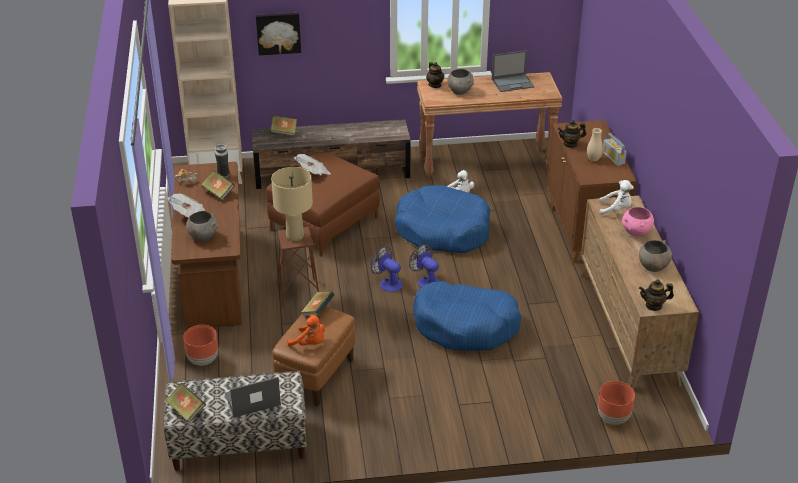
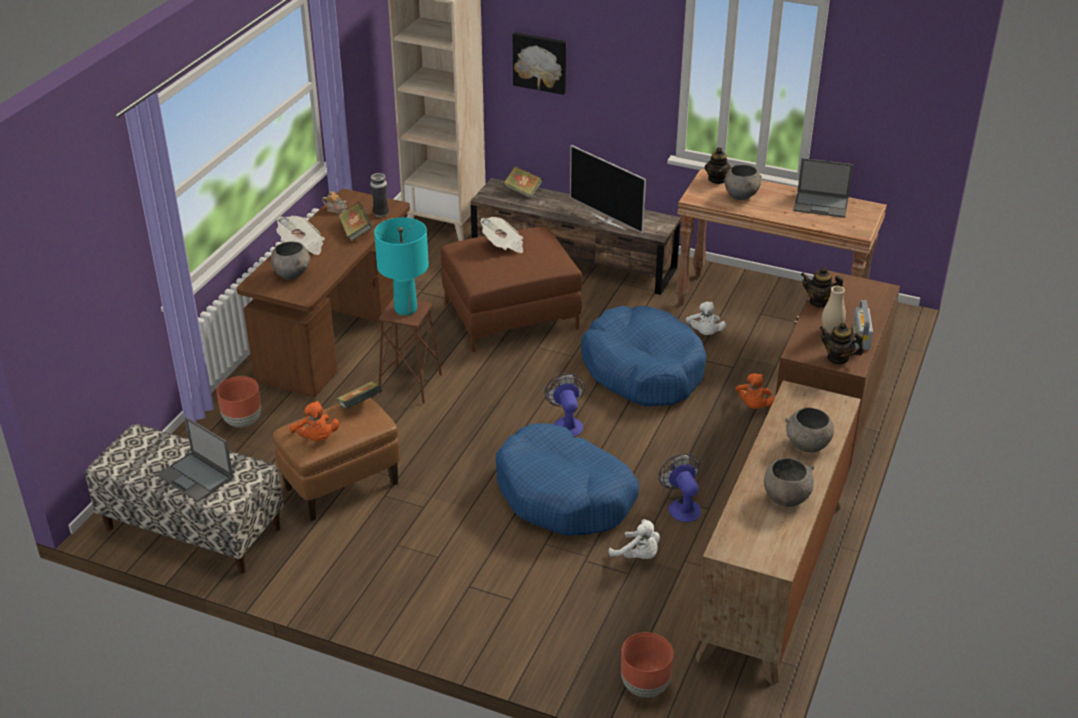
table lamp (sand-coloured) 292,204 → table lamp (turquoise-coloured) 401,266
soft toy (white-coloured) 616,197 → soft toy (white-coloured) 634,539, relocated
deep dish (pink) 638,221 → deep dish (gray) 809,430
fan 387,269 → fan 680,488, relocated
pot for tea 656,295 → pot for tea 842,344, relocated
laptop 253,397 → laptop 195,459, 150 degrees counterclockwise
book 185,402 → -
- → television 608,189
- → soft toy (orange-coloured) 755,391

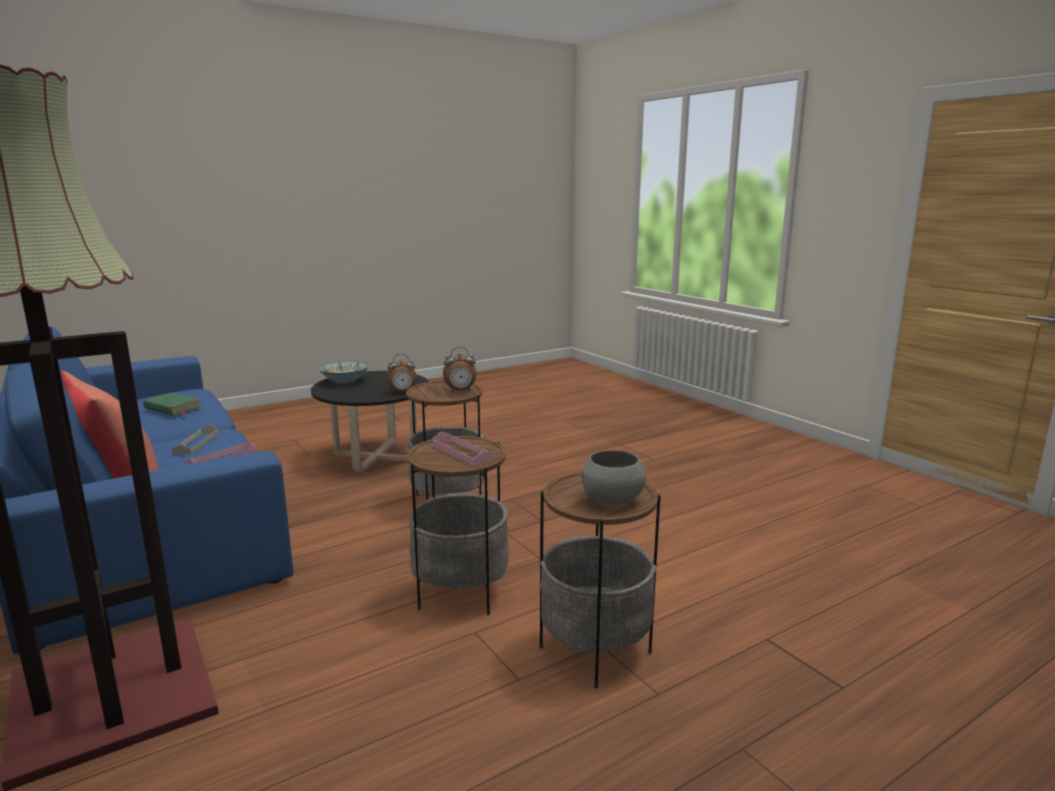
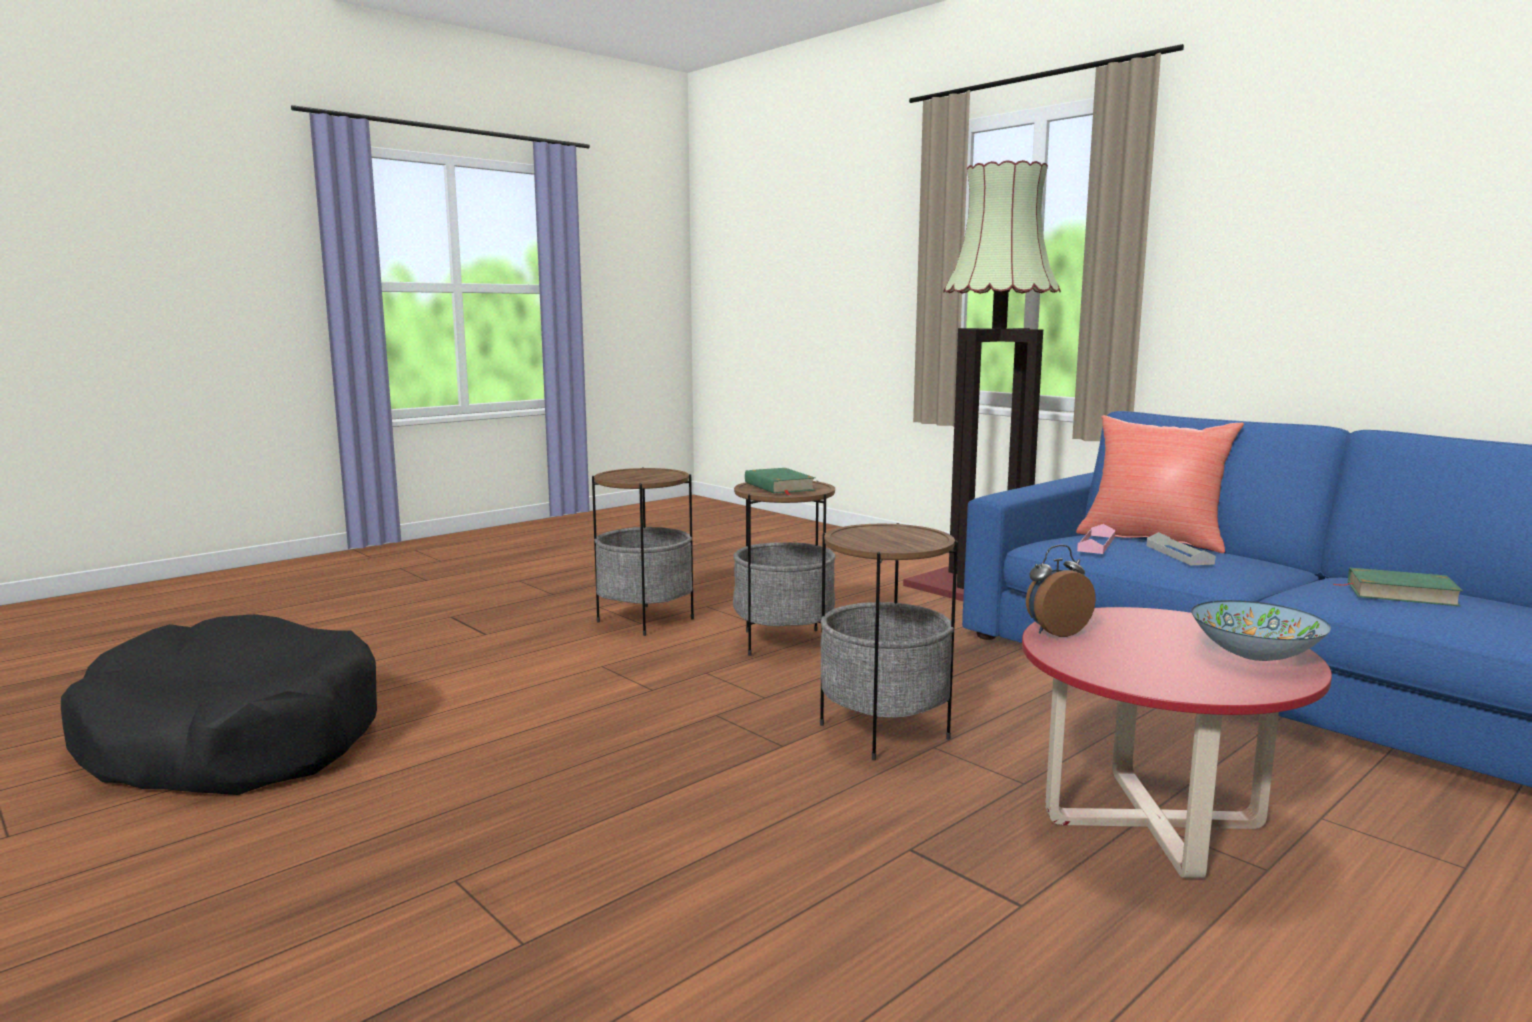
alarm clock 460,369 → -
coffee table (blackish) 370,422 → coffee table (red-coloured) 1177,742
tray (pink) 462,448 → book (green) 780,481
deep dish (gray) 613,477 → -
- → dog cushion (blackish) 219,704

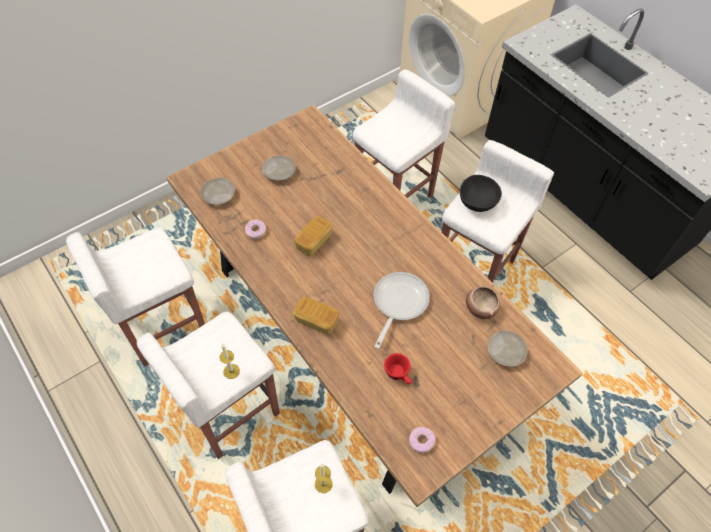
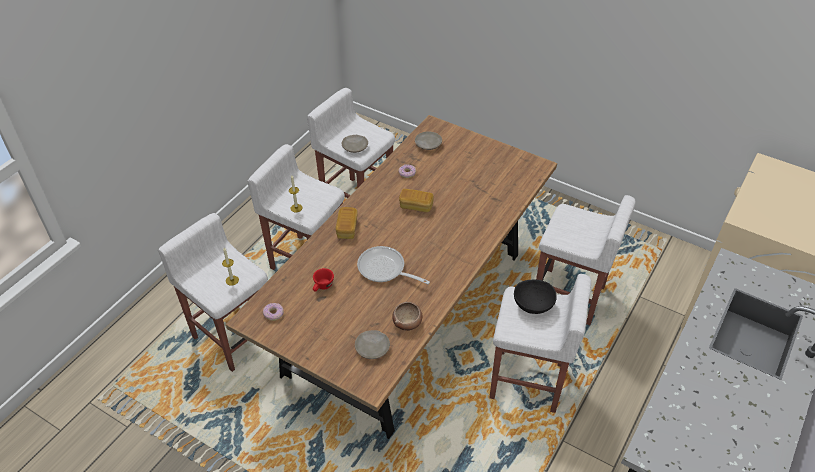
dinner plate (sand-coloured) 279,168 → dinner plate (sand-coloured) 354,144, relocated
pan 402,310 → pan 393,265, 150 degrees counterclockwise

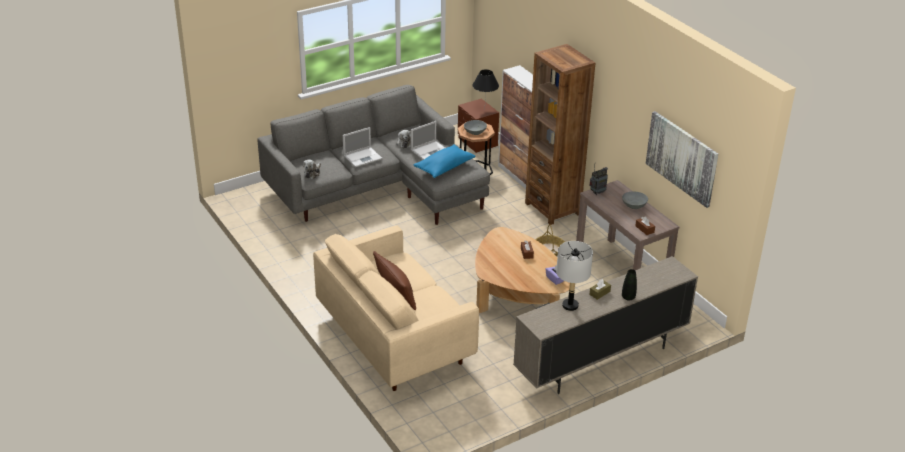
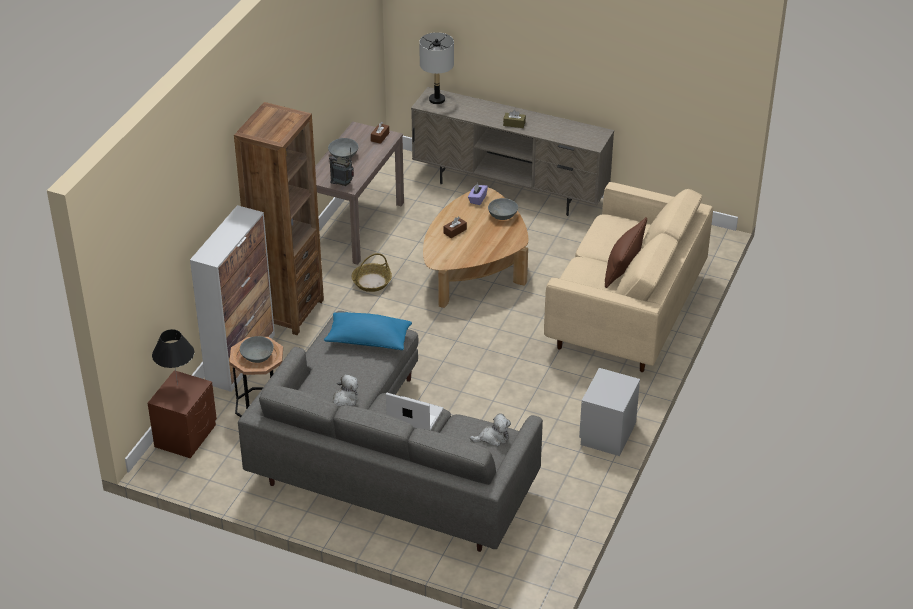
picture 682,159 → -
laptop 428,140 → -
table lamp (gray) 574,276 → table lamp (gray) 436,68, relocated
flower vase (blackish) 629,284 → -
- → deep dish (gray) 503,209
- → bedside table (gray) 609,412

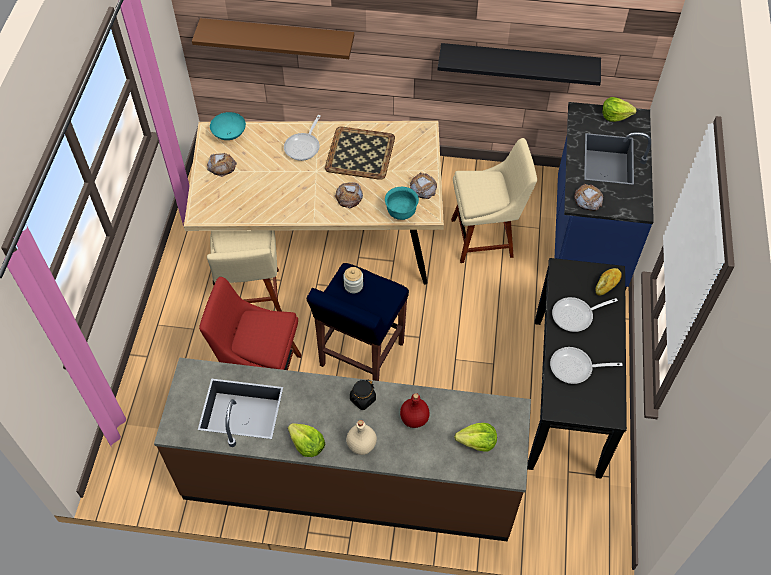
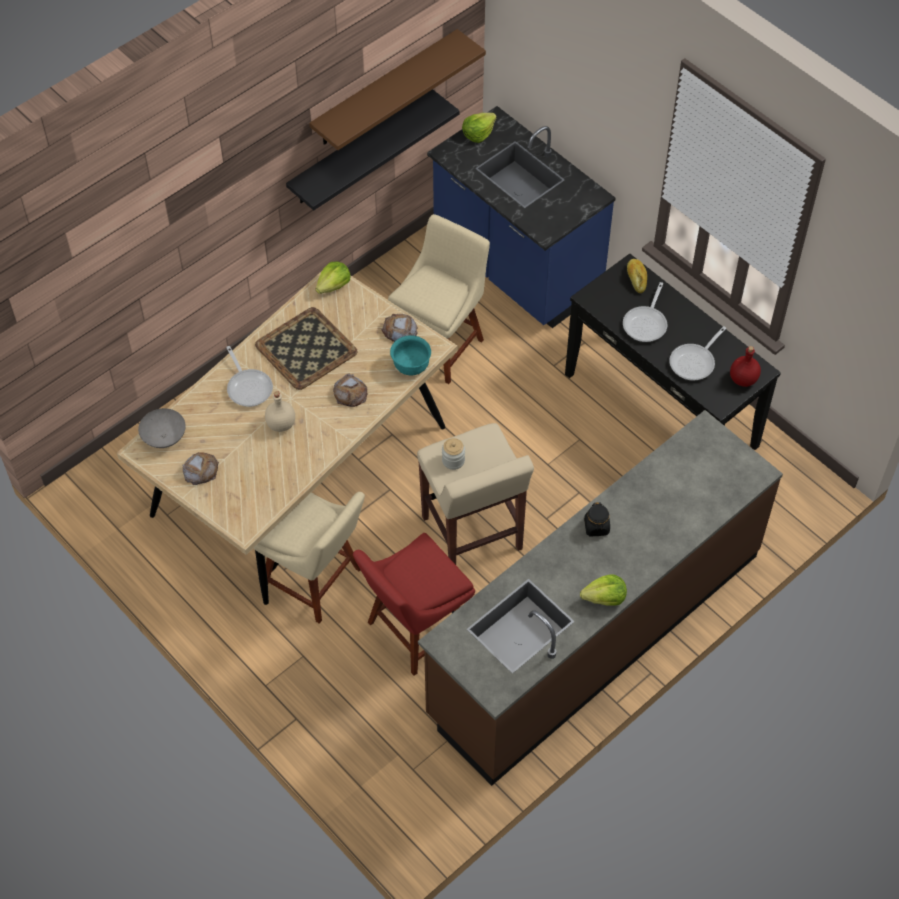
bracket shelf (brown-coloured) 273,38 → bracket shelf (brown-coloured) 397,89, relocated
deep dish (turquoise-coloured) 228,126 → deep dish (gray) 162,428
bread 588,197 → -
stool seat (blue-coloured) 358,322 → stool seat (sand-coloured) 475,494
bottle (red-coloured) 415,410 → bottle (red-coloured) 745,366, relocated
bottle (sand-coloured) 361,437 → bottle (sand-coloured) 280,411, relocated
head of lettuce 476,437 → head of lettuce 333,277, relocated

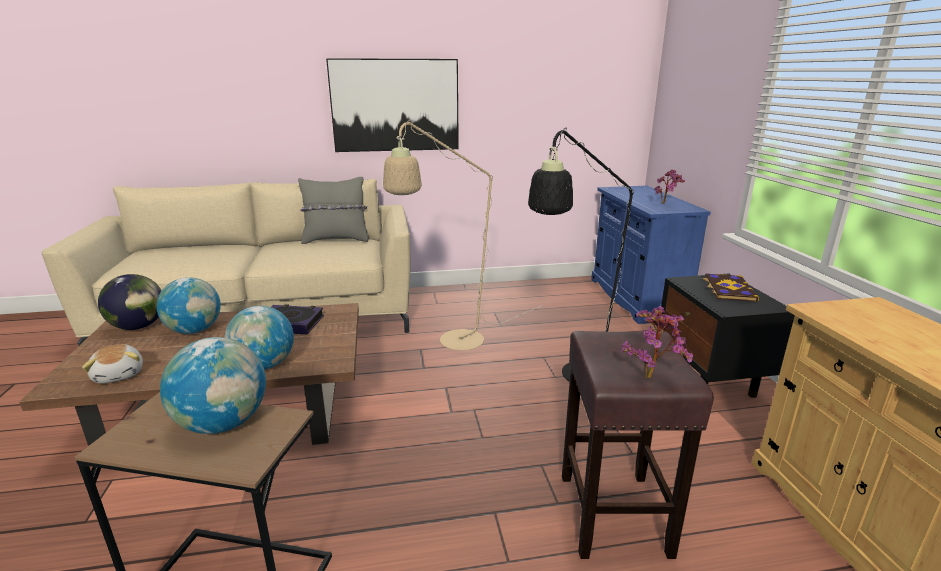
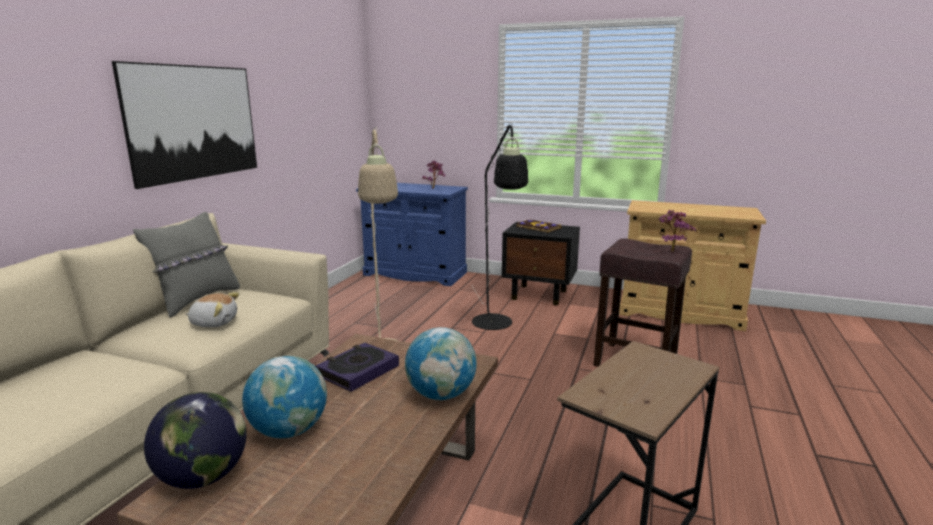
globe 213,385 → -
soft toy 112,364 → soft toy 213,310, relocated

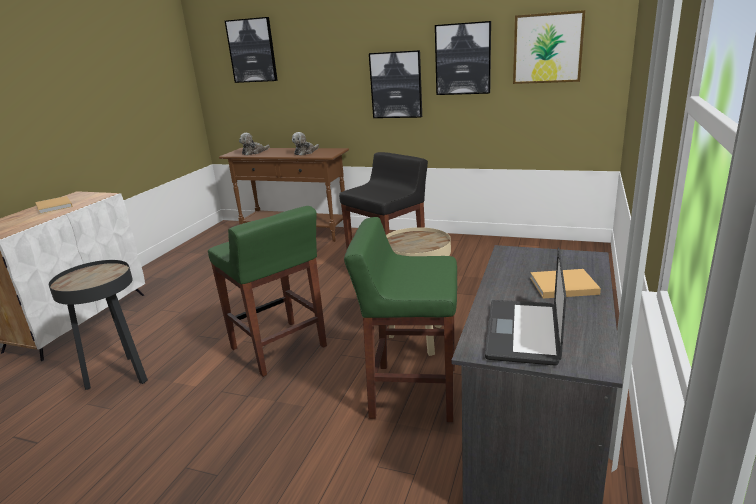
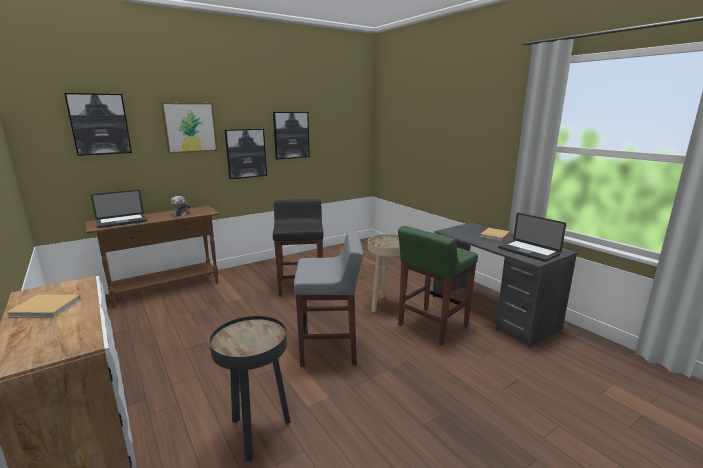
picture 549,47 → picture 189,128, relocated
soft toy 254,144 → laptop 119,209
stool seat (green) 267,291 → stool seat (gray) 328,299

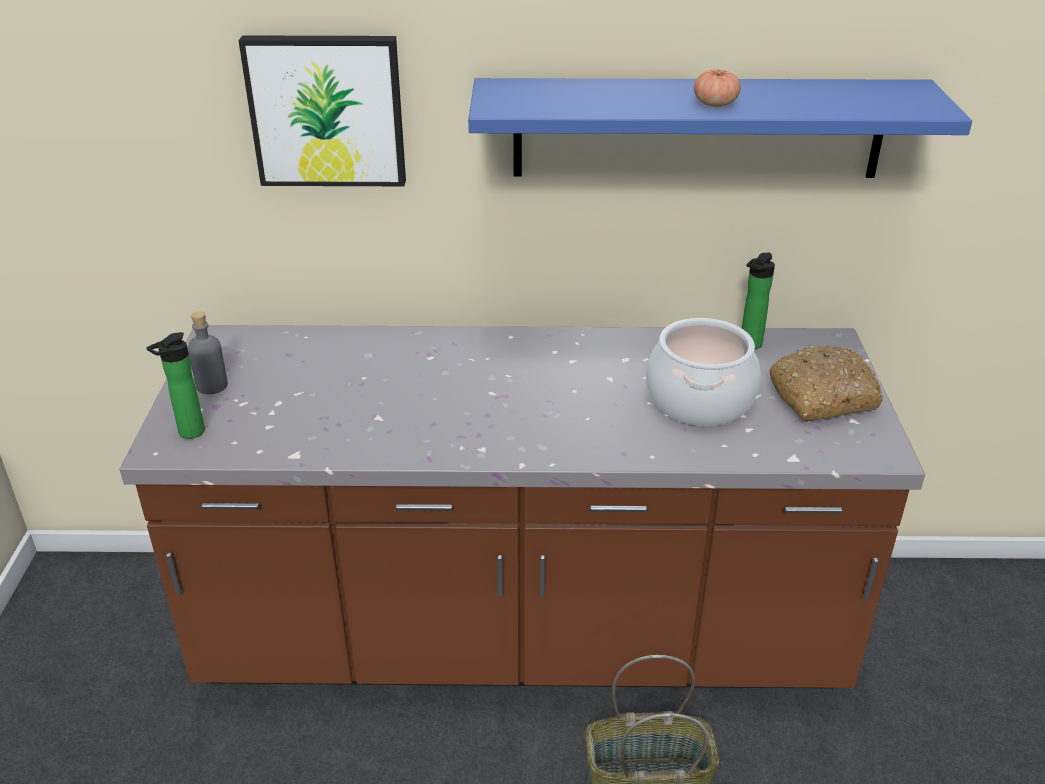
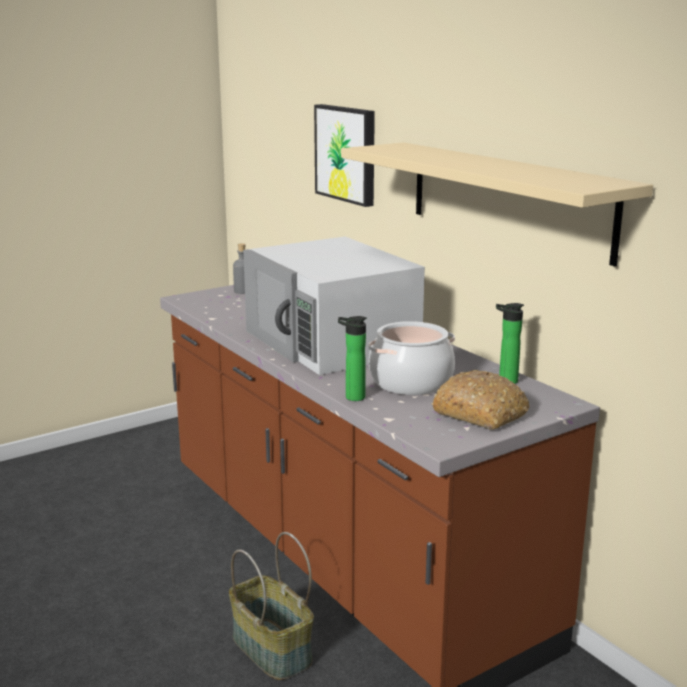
whole tomato 717,88 → -
bracket shelf (blue-coloured) 720,128 → bracket shelf (sand-coloured) 497,204
bottle 175,385 → bottle 352,358, relocated
- → microwave (white-coloured) 334,306

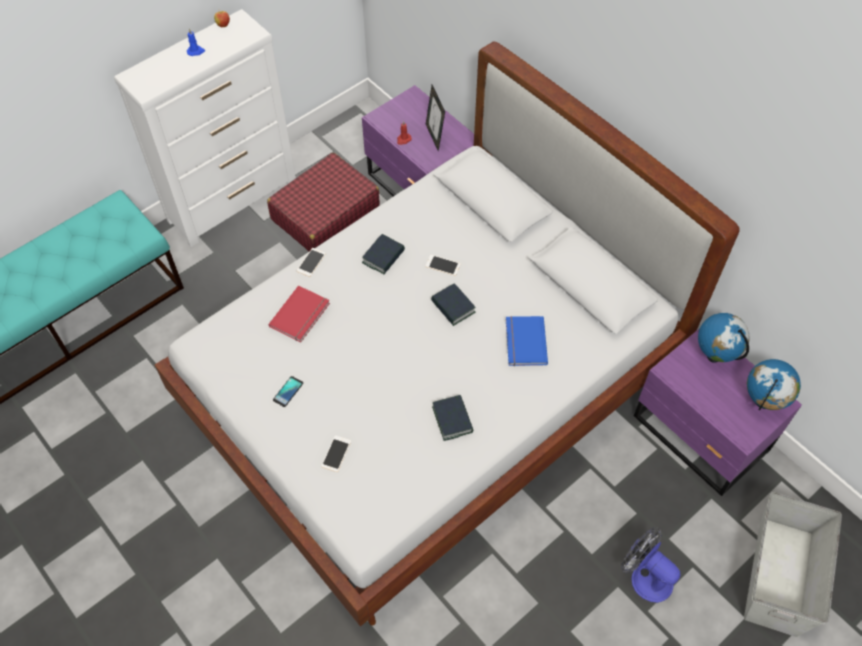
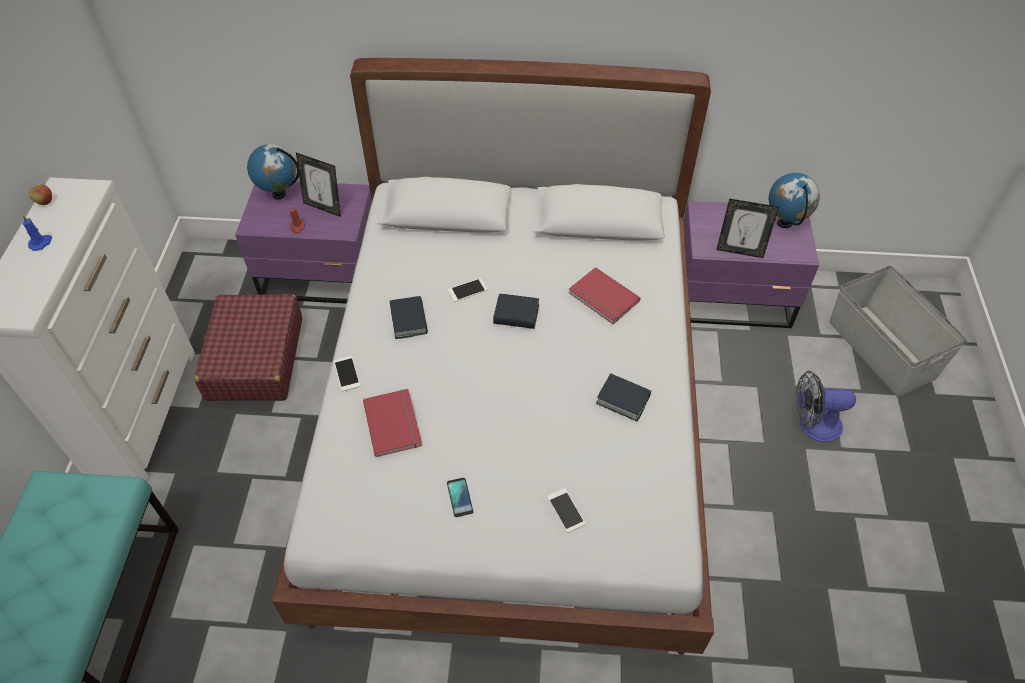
globe 724,338 → globe 273,172, relocated
book (blue-coloured) 527,341 → book (red-coloured) 604,295
- → picture frame 747,228

